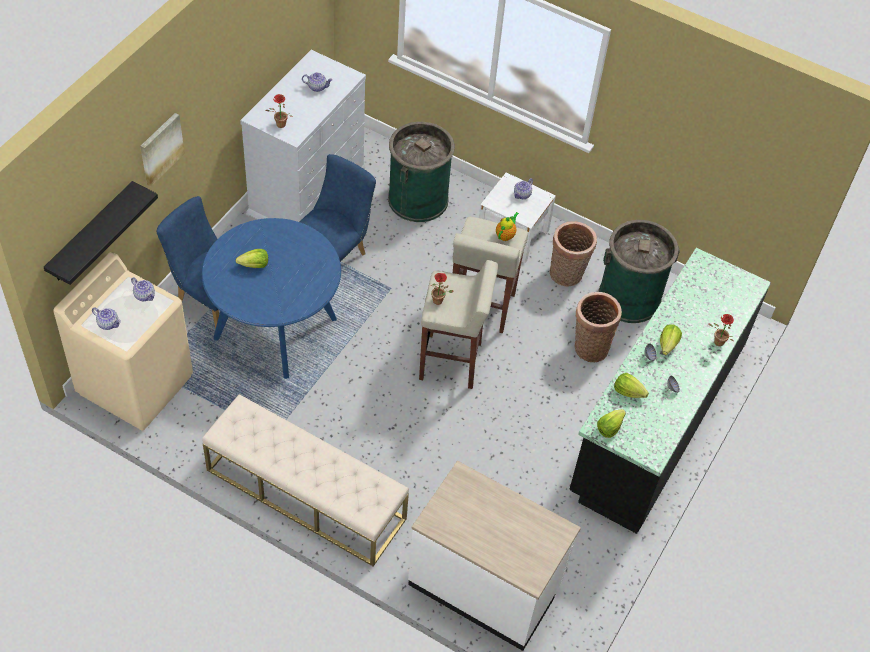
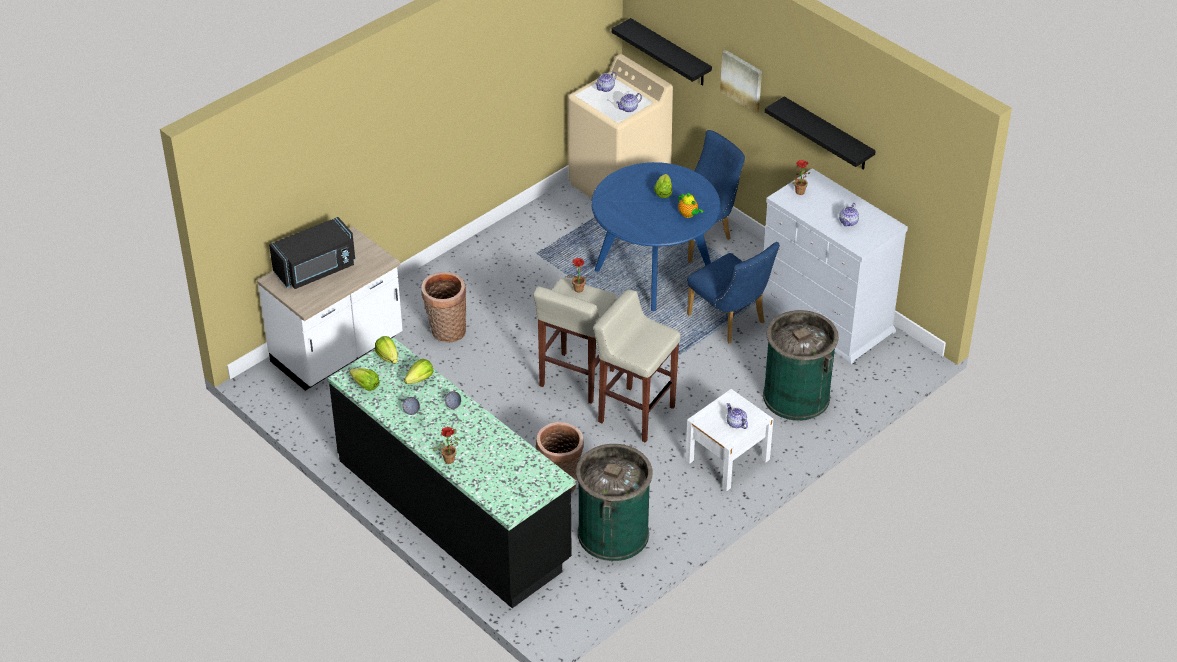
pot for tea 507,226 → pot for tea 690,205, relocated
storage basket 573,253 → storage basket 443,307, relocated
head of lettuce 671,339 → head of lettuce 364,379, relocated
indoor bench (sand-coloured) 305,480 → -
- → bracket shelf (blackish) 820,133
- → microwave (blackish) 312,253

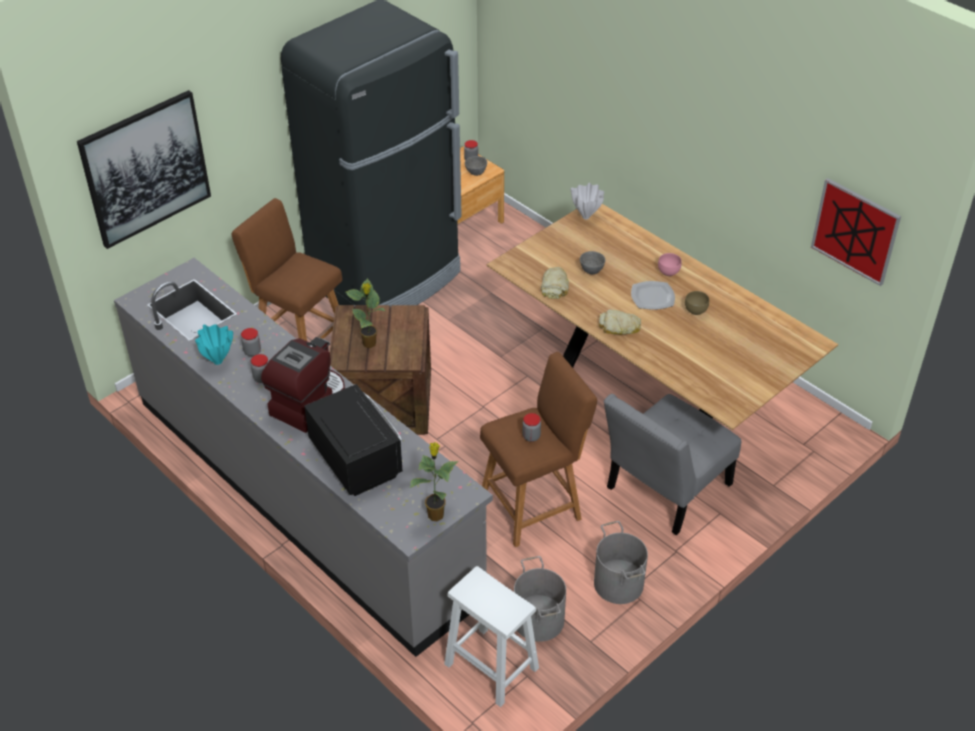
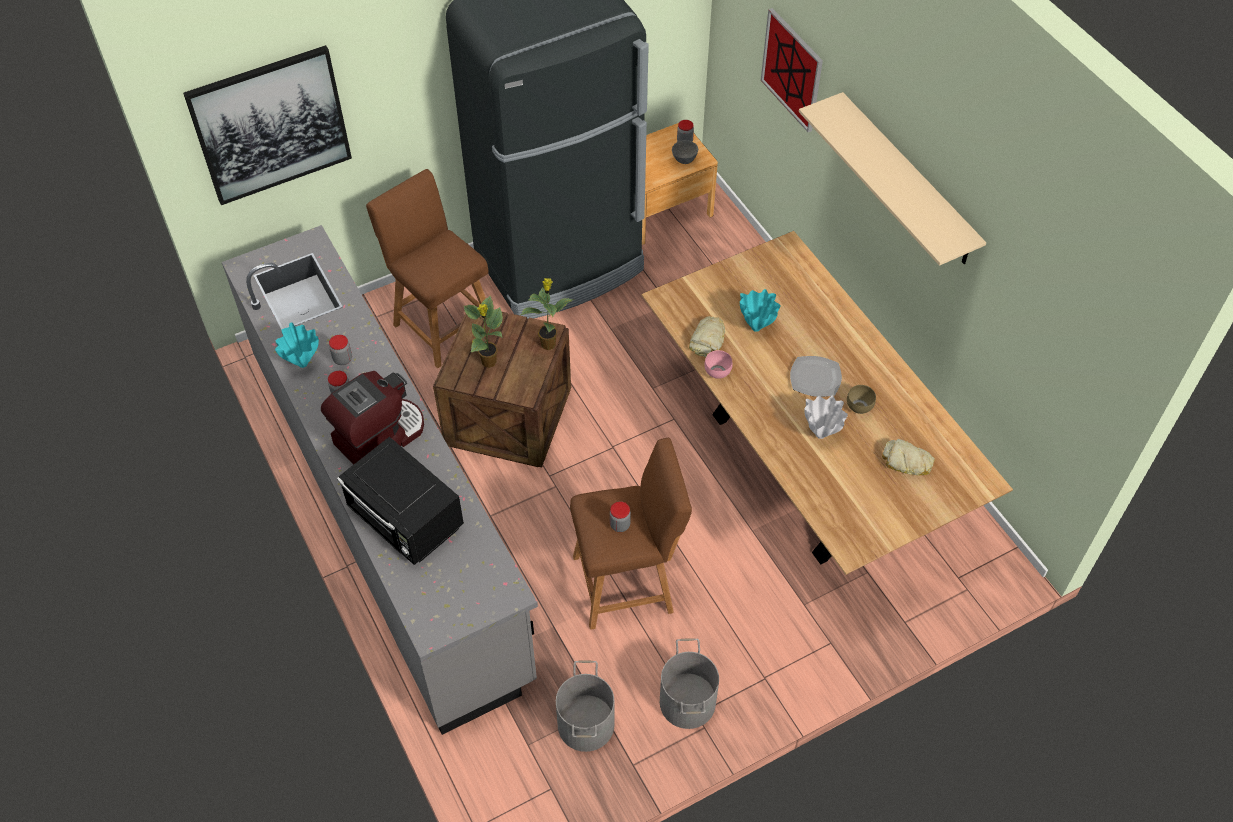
picture 856,232 → picture 792,70, relocated
flower vase (white-coloured) 587,201 → flower vase (white-coloured) 826,417, relocated
deep dish (gray) 592,262 → flower vase (turquoise-coloured) 760,310
deep dish (pink) 670,264 → deep dish (pink) 718,364, relocated
bread 620,322 → bread 908,457, relocated
microwave (blackish) 353,440 → microwave (blackish) 400,501, 150 degrees clockwise
upright chair (gray) 672,464 → -
plant in a pot 434,481 → plant in a pot 547,314, relocated
stool seat (white-coloured) 491,636 → -
- → bracket shelf (sand-coloured) 892,179

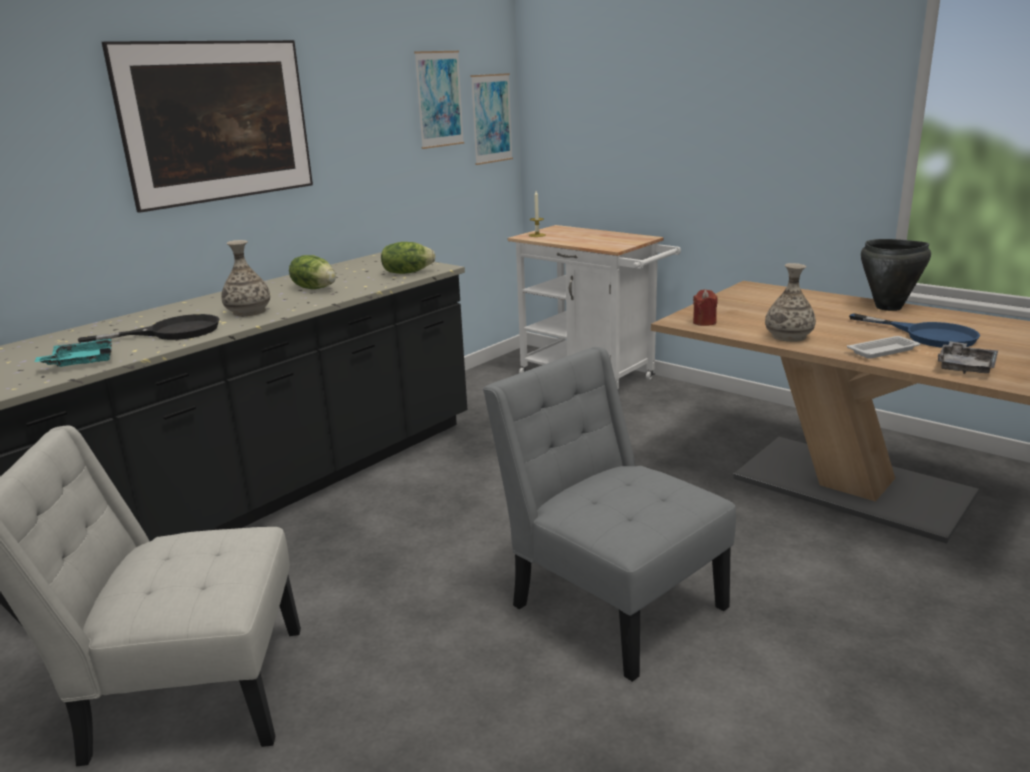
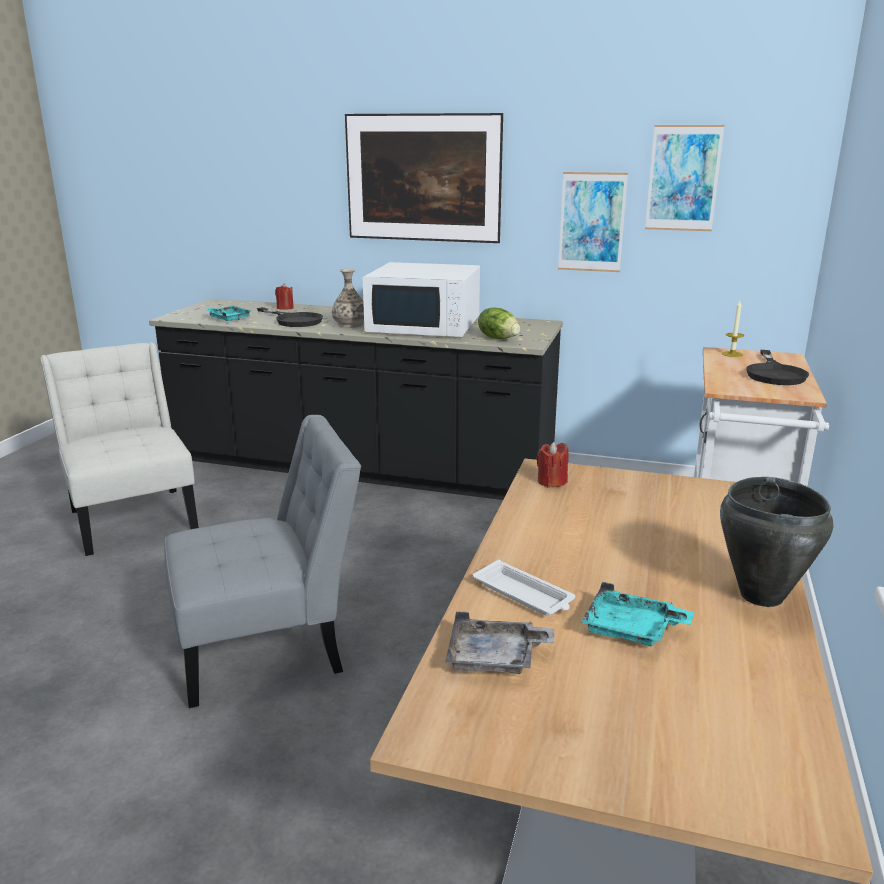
picture 492,119 → picture 593,222, relocated
head of lettuce 312,272 → microwave (white-coloured) 421,299
flower vase 790,302 → -
pan (blue-coloured) 914,330 → tray (turquoise-coloured) 638,614
upright chair (gray) 609,514 → upright chair (gray) 262,561, 45 degrees clockwise
- → wax candle (red-coloured) 284,296
- → pan (blackish) 777,367

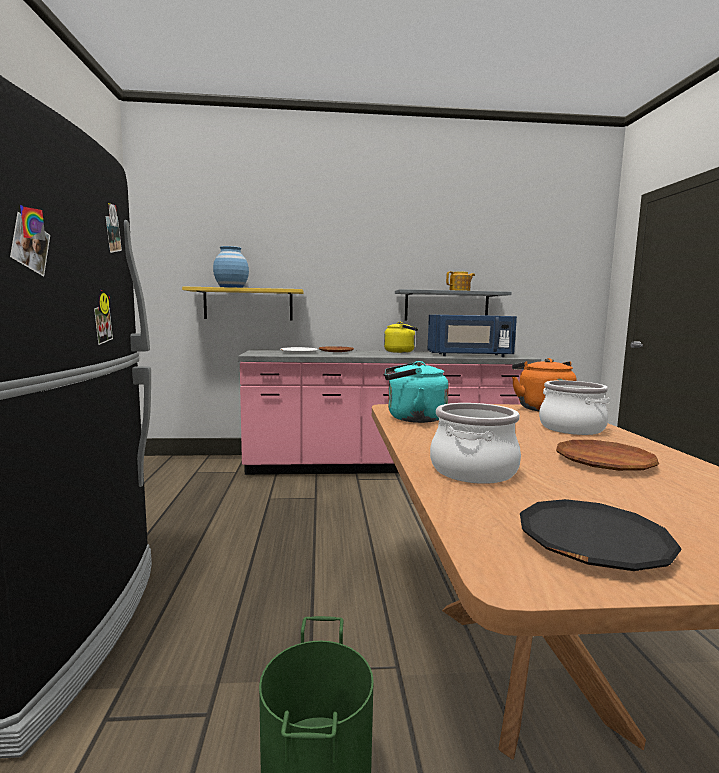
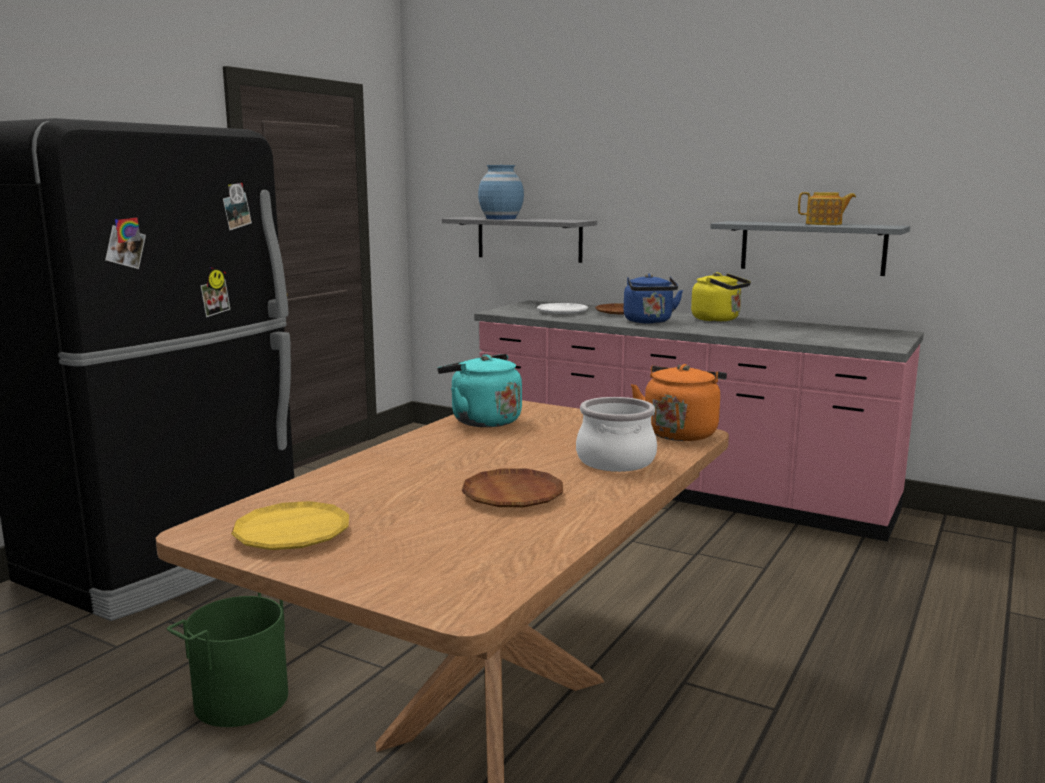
bracket shelf (yellowish) 243,303 → bracket shelf (gray) 519,240
microwave (blue-coloured) 472,336 → -
cooking pot 475,443 → -
dinner plate (blackish) 601,535 → dinner plate (yellowish) 290,525
- → tea kettle (blue-coloured) 653,299

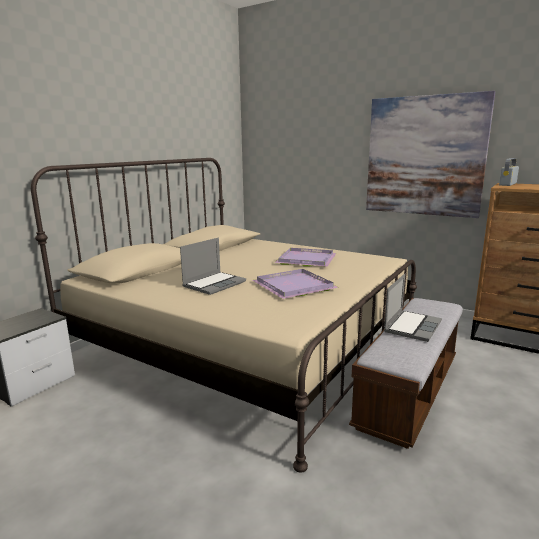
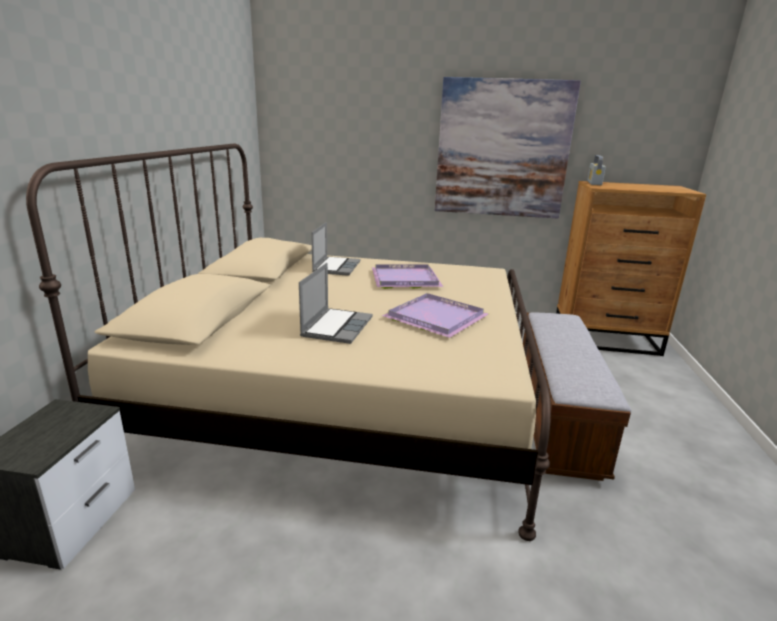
laptop 413,308 → laptop 336,249, relocated

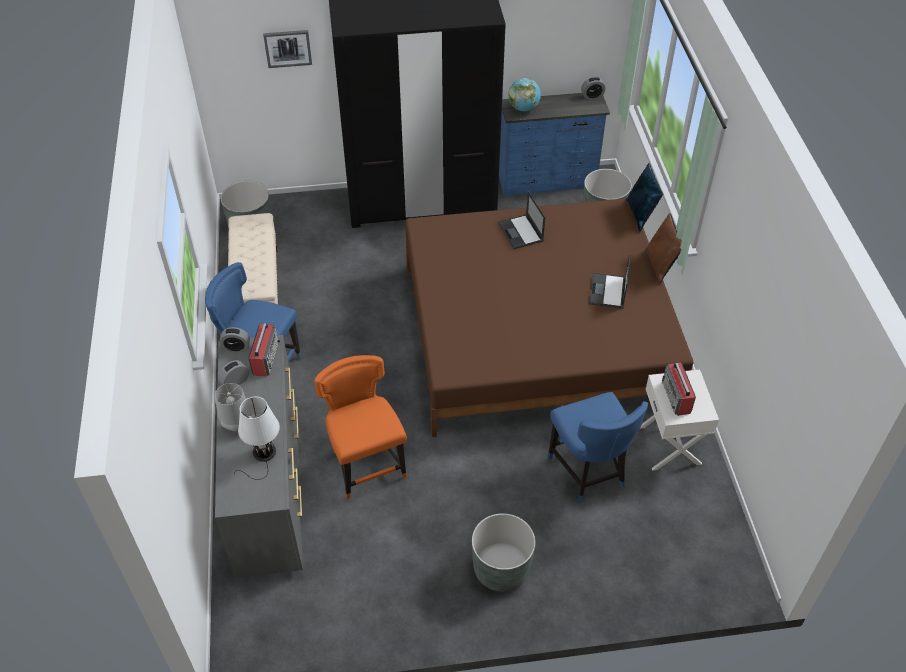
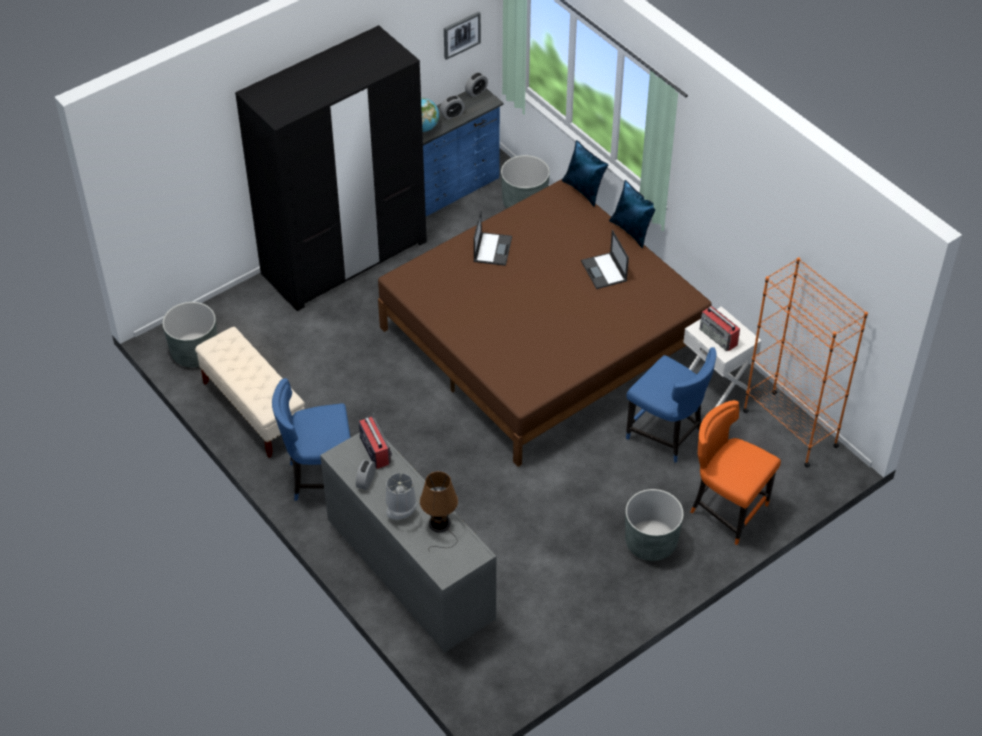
picture 287,49 → picture 462,36, relocated
laptop 521,220 → laptop 493,238, 120 degrees counterclockwise
pillow (brown-coloured) 663,249 → pillow (blue-coloured) 632,214
alarm clock 234,339 → alarm clock 452,107, relocated
upright chair (orange-coloured) 360,427 → upright chair (orange-coloured) 735,472, relocated
table lamp (white-coloured) 257,438 → table lamp (brown-coloured) 439,511
- → bookcase (orange-coloured) 805,362

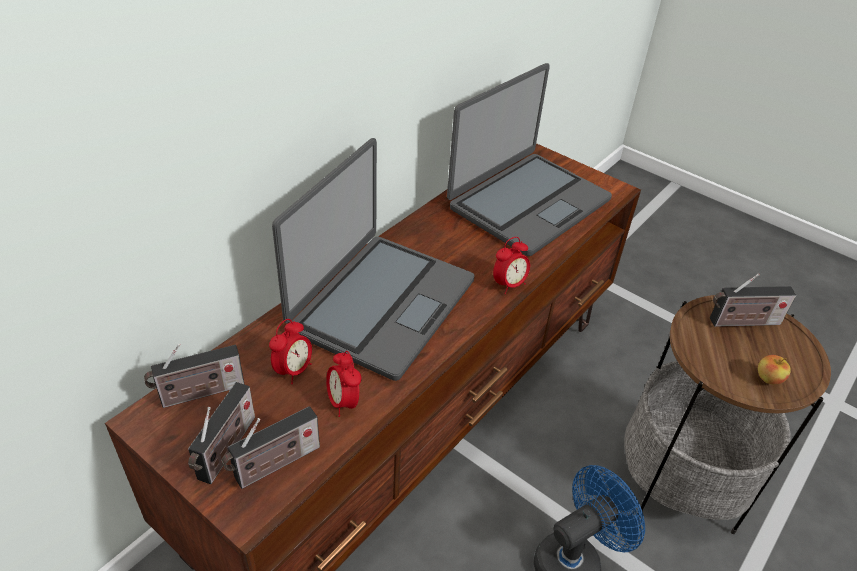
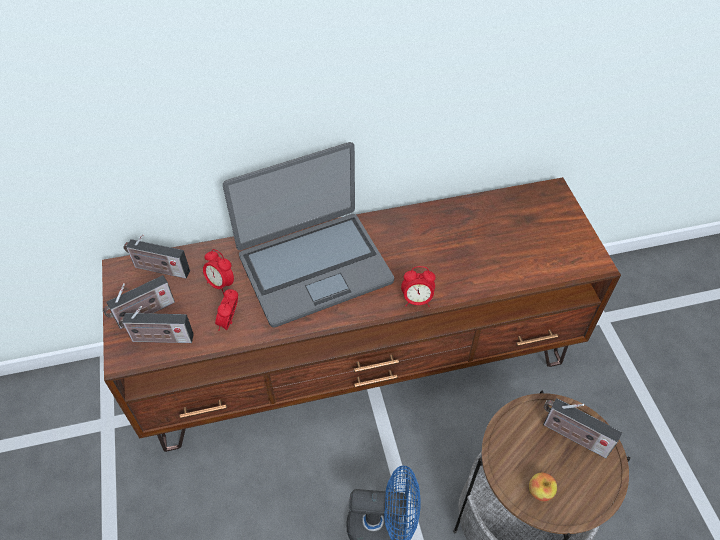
laptop 529,159 → -
alarm clock 290,351 → alarm clock 218,271, 60 degrees clockwise

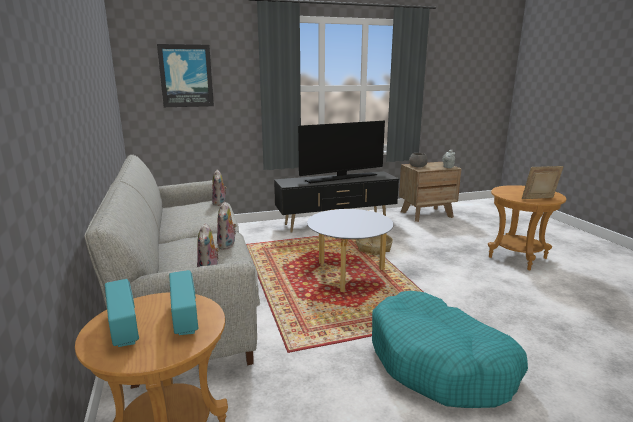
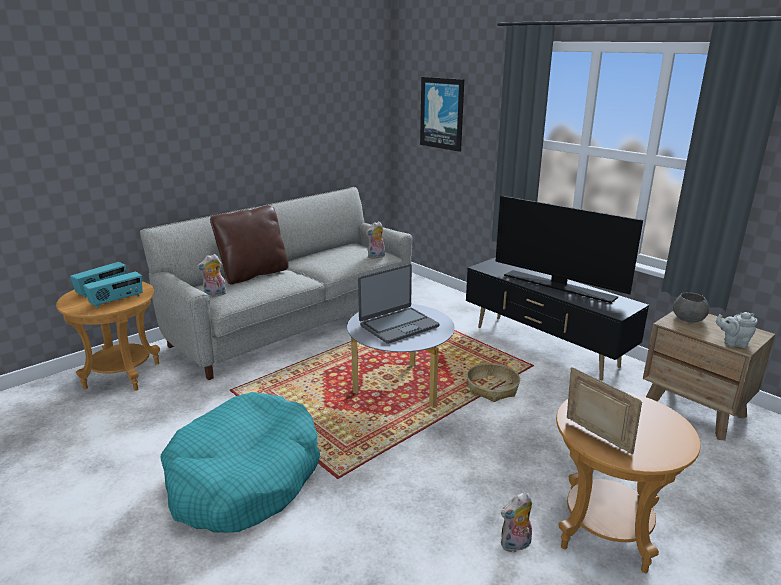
soft toy 227,226 → soft toy 516,522, relocated
- → pillow (brown-coloured) 249,245
- → laptop 398,304

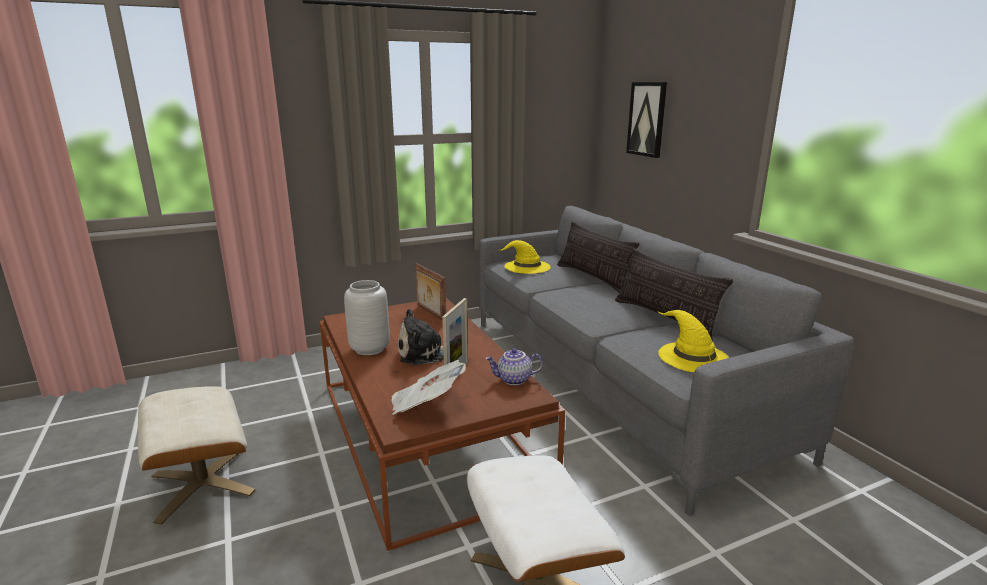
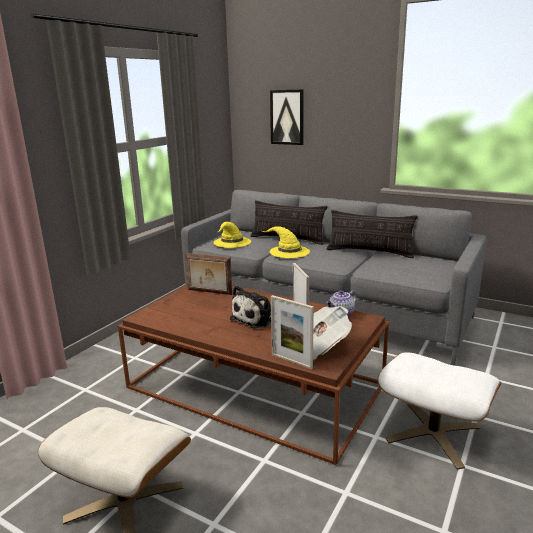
flower vase (gray) 367,317 → -
clothing hat (yellowish) 693,341 → clothing hat (yellowish) 286,242, relocated
- → picture frame 292,332

